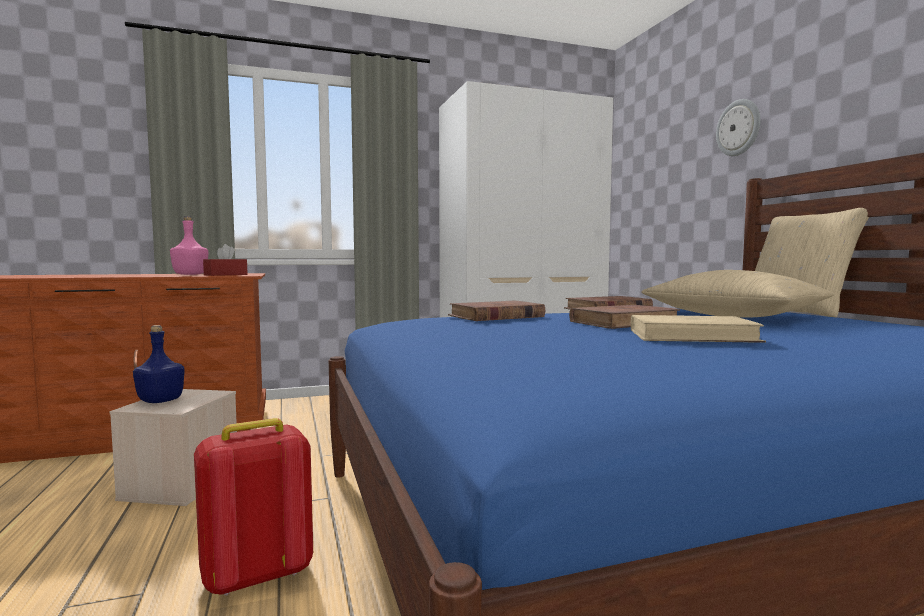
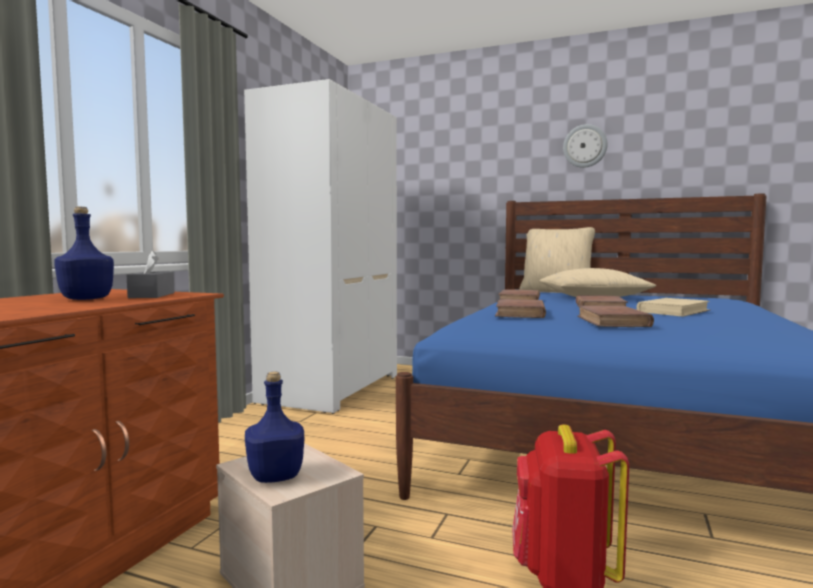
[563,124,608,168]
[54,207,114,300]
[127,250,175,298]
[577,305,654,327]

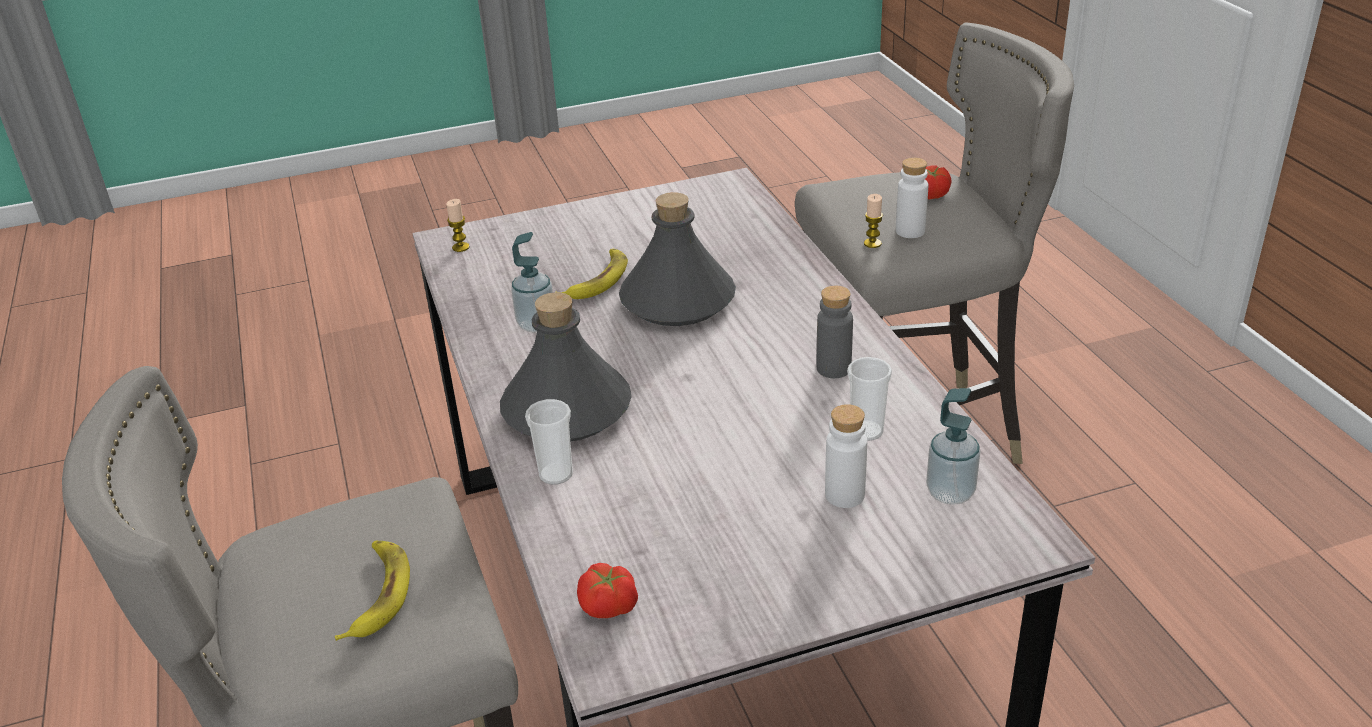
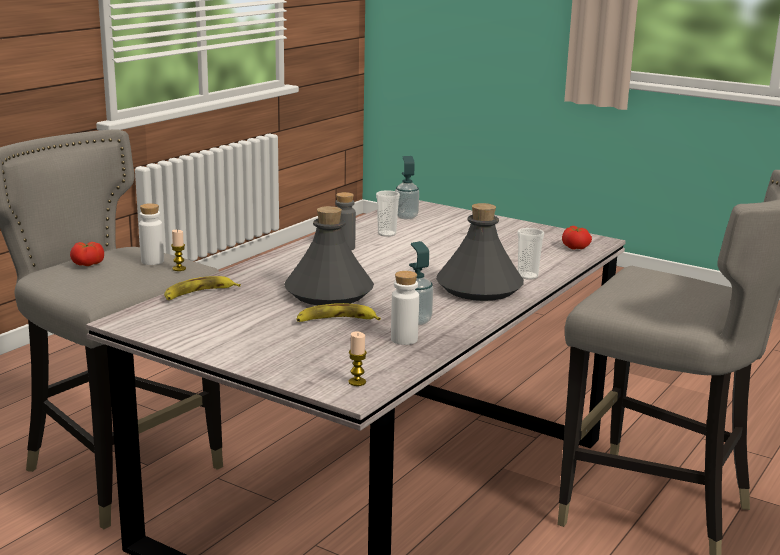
[391,271,419,345]
[164,276,241,300]

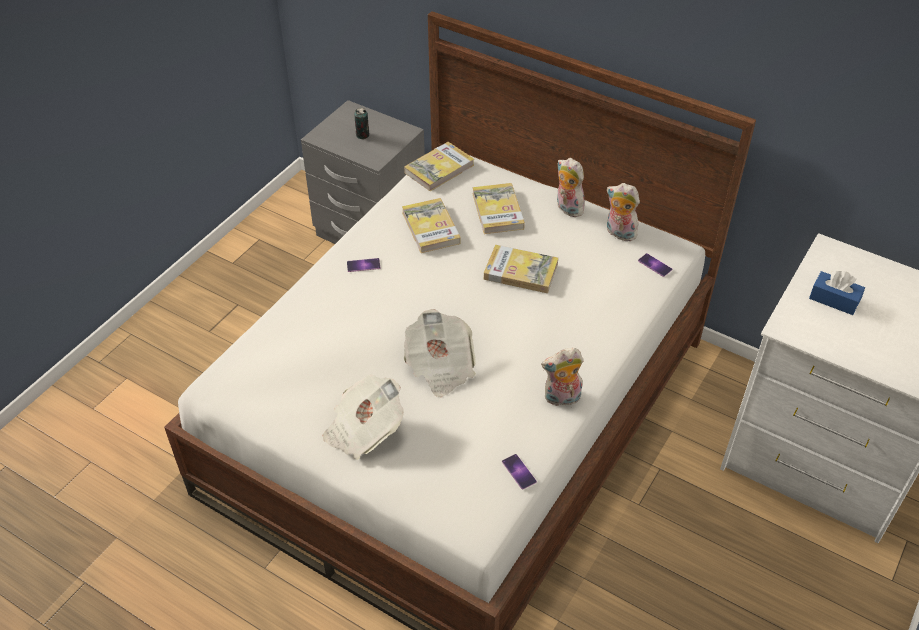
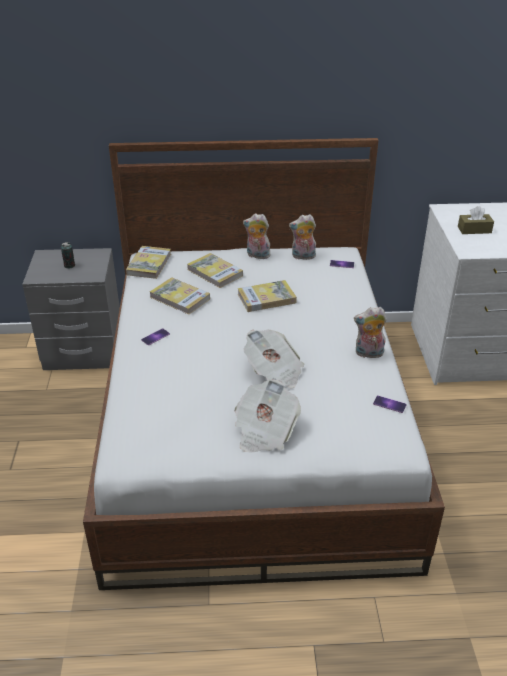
[458,206,494,234]
[354,307,387,358]

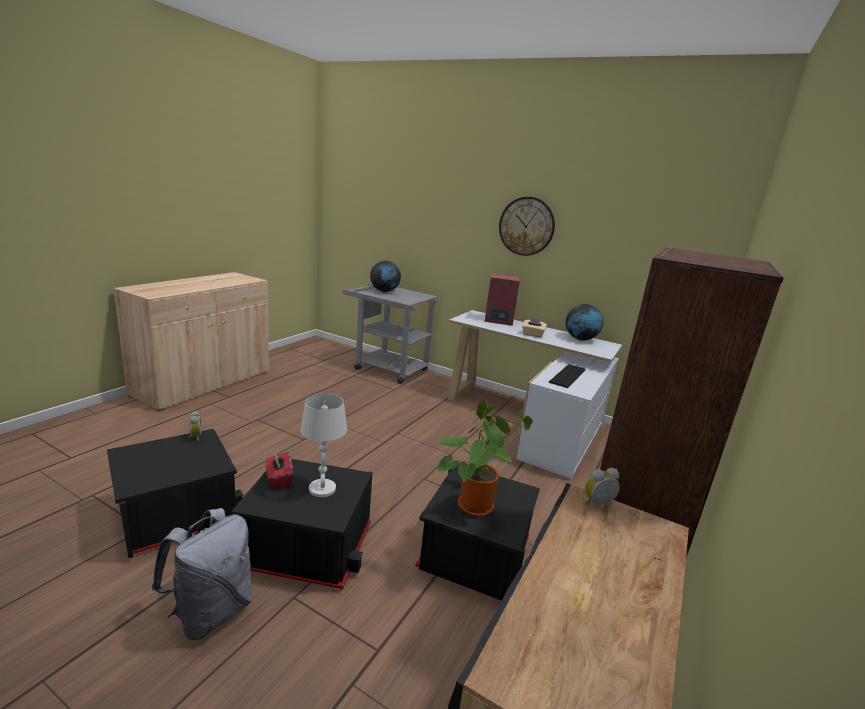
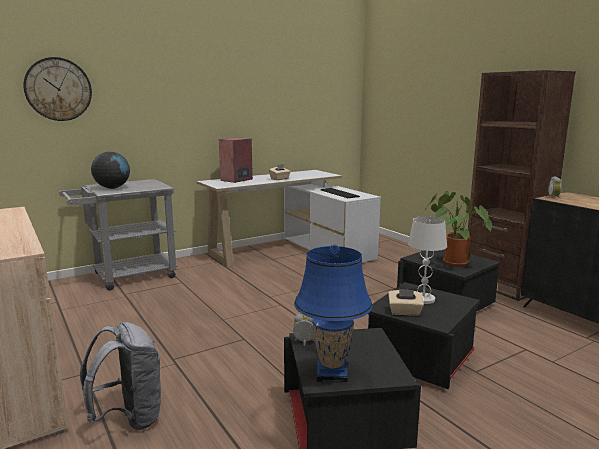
[24,57,92,121]
[566,304,603,341] (first image)
[388,289,424,316]
[80,322,162,430]
[294,244,373,382]

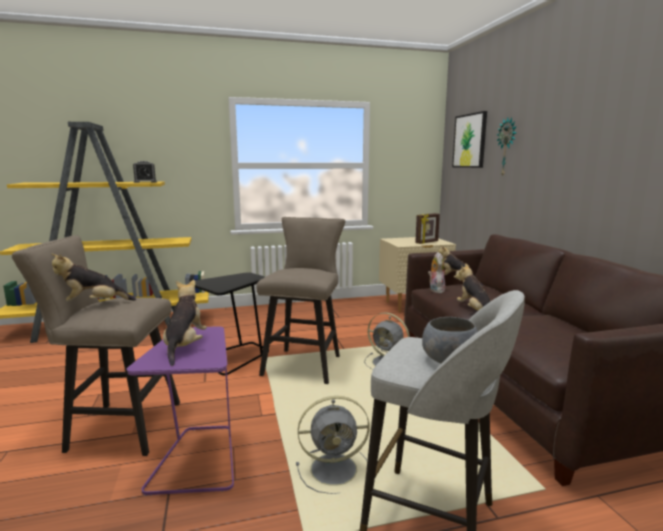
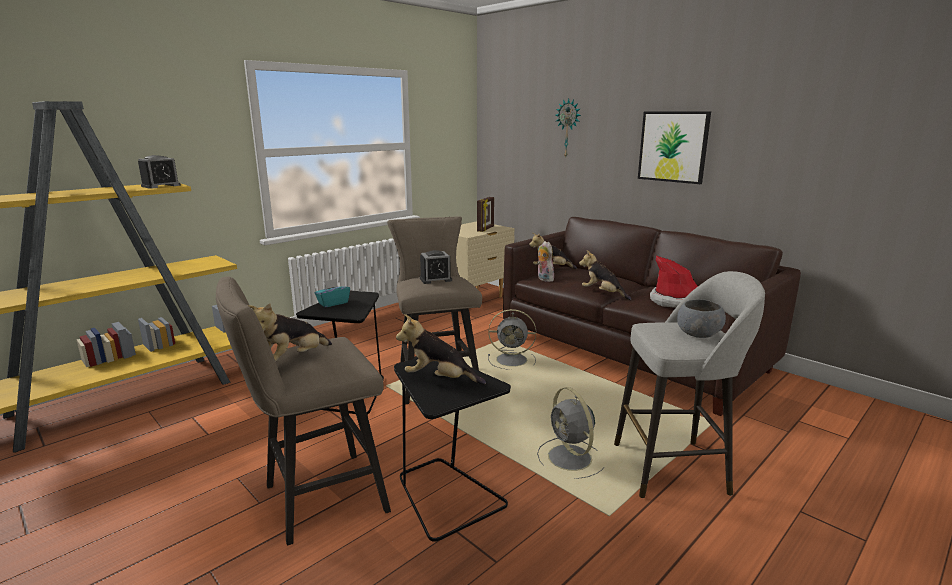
[638,111,711,184]
[396,314,486,385]
[394,358,511,542]
[537,387,604,479]
[420,250,452,284]
[650,256,698,308]
[315,279,350,307]

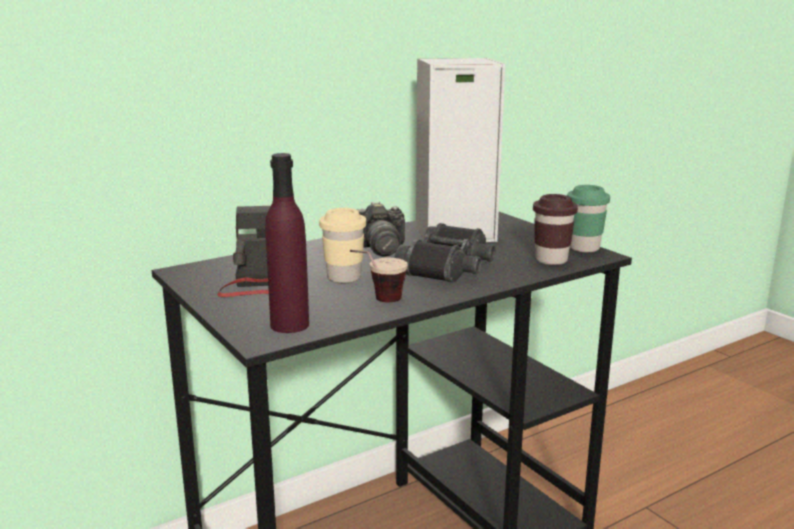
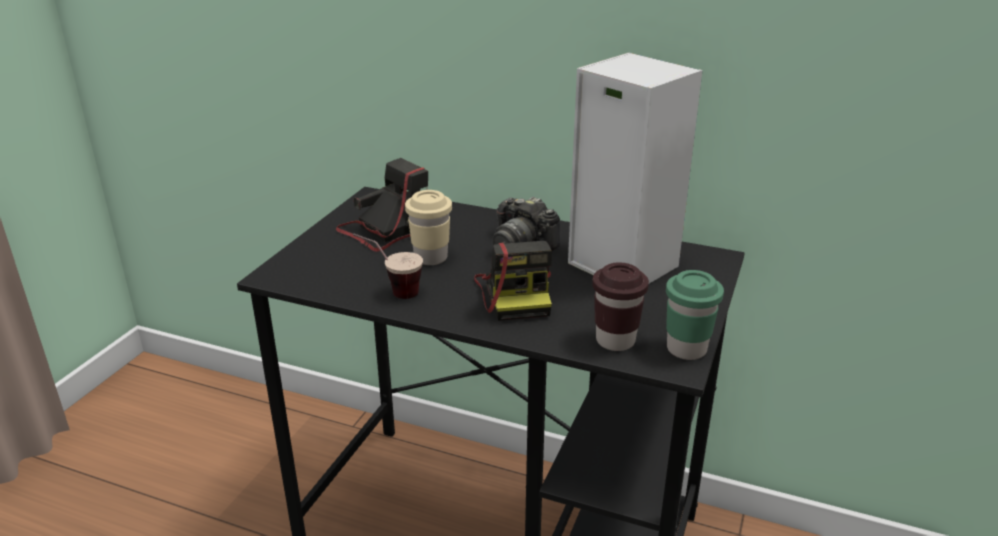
[265,153,309,333] (first image)
[474,241,552,321]

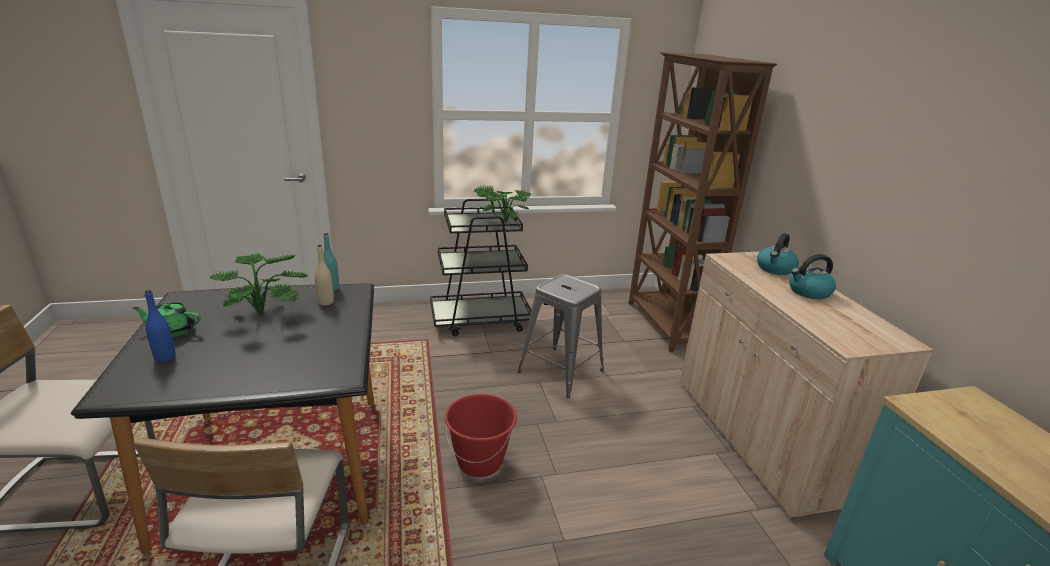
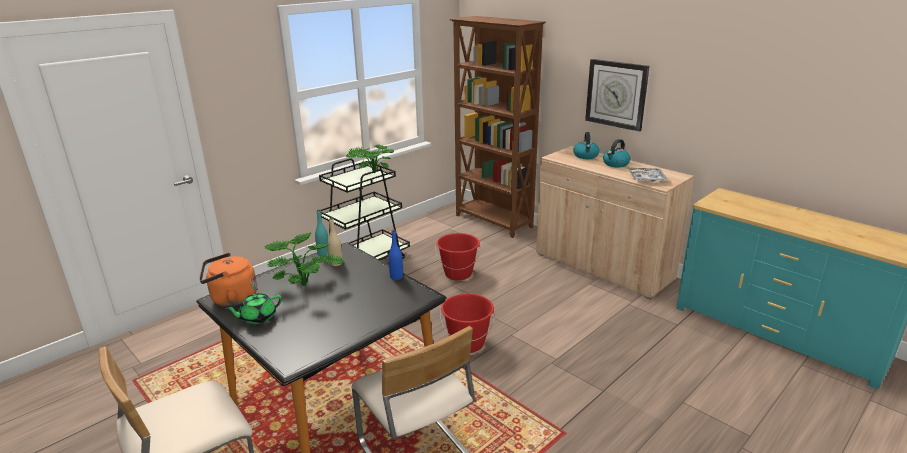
[435,233,481,280]
[388,230,403,280]
[585,59,649,132]
[628,168,669,181]
[199,253,257,307]

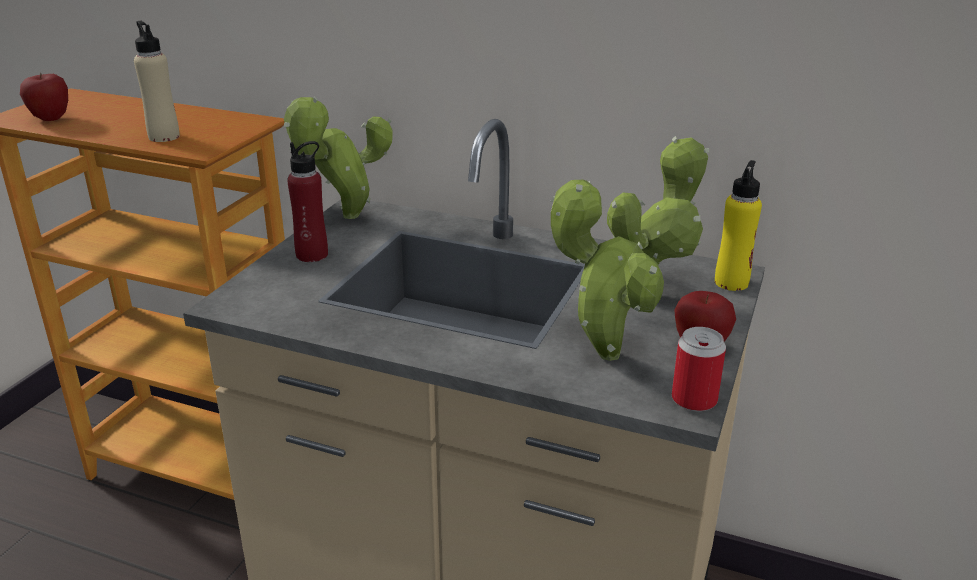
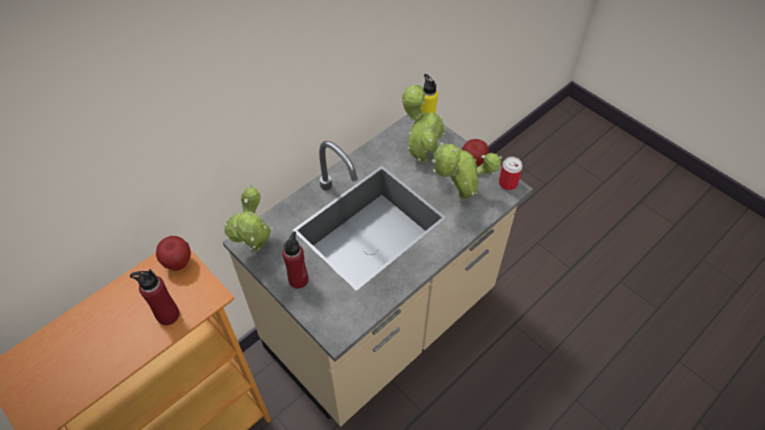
[130,269,180,325]
[156,236,191,271]

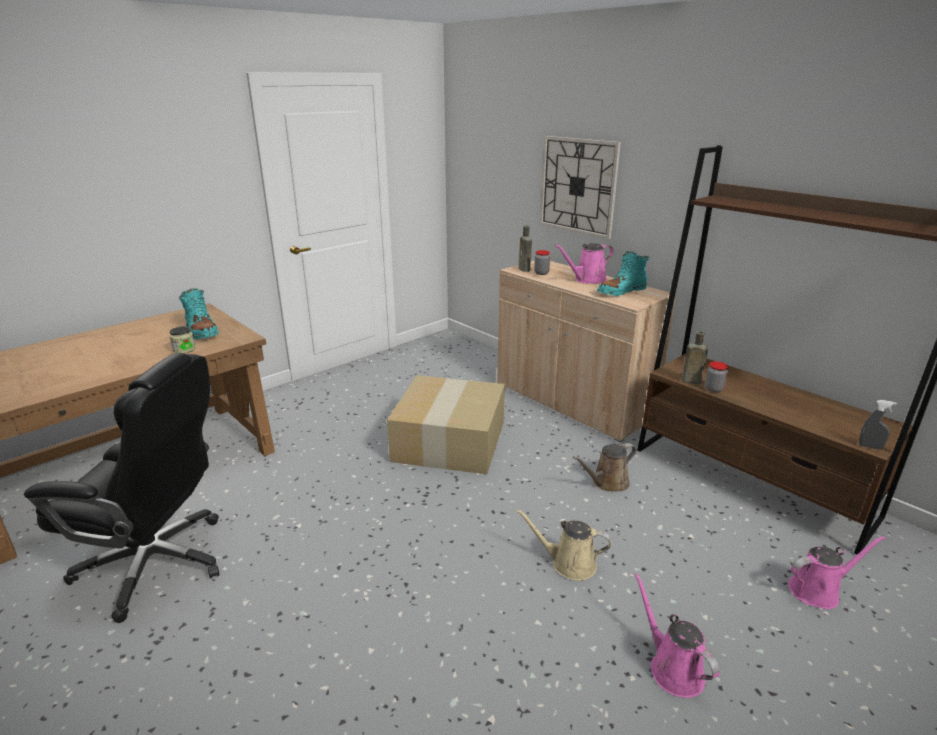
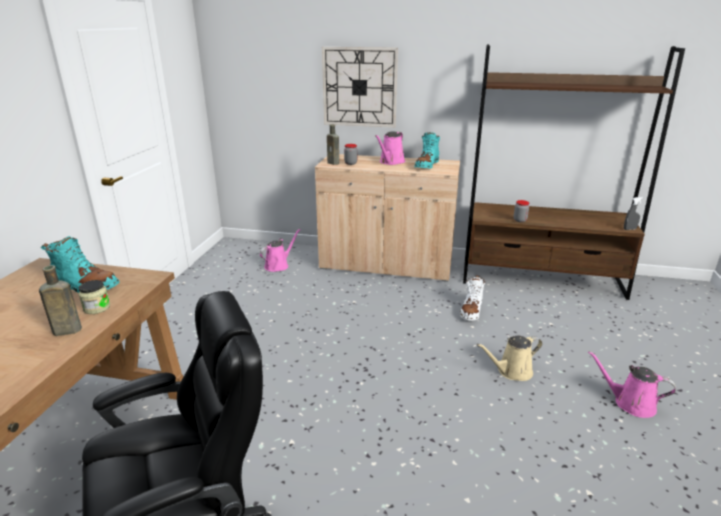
[39,265,82,336]
[387,375,505,474] (first image)
[460,276,485,321]
[260,229,301,272]

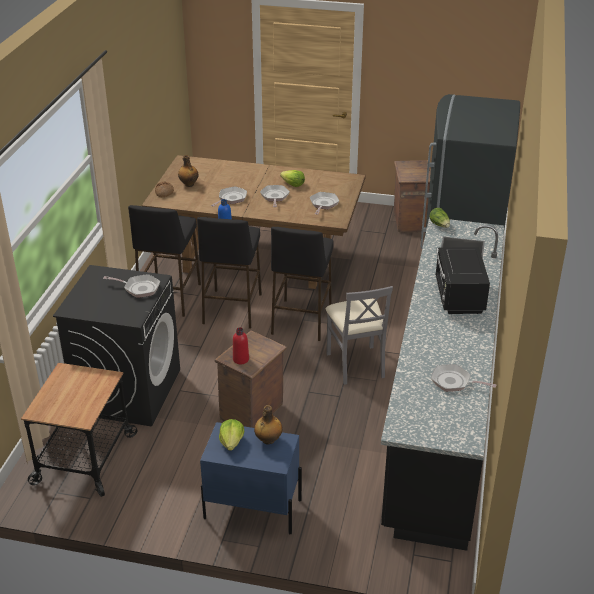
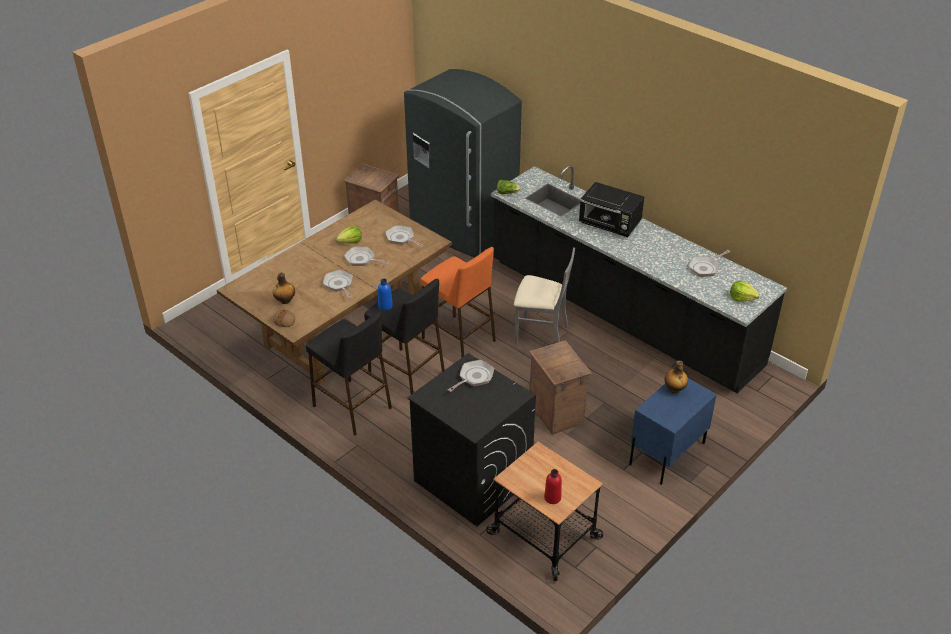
[420,247,496,358]
[544,469,562,504]
[730,280,760,302]

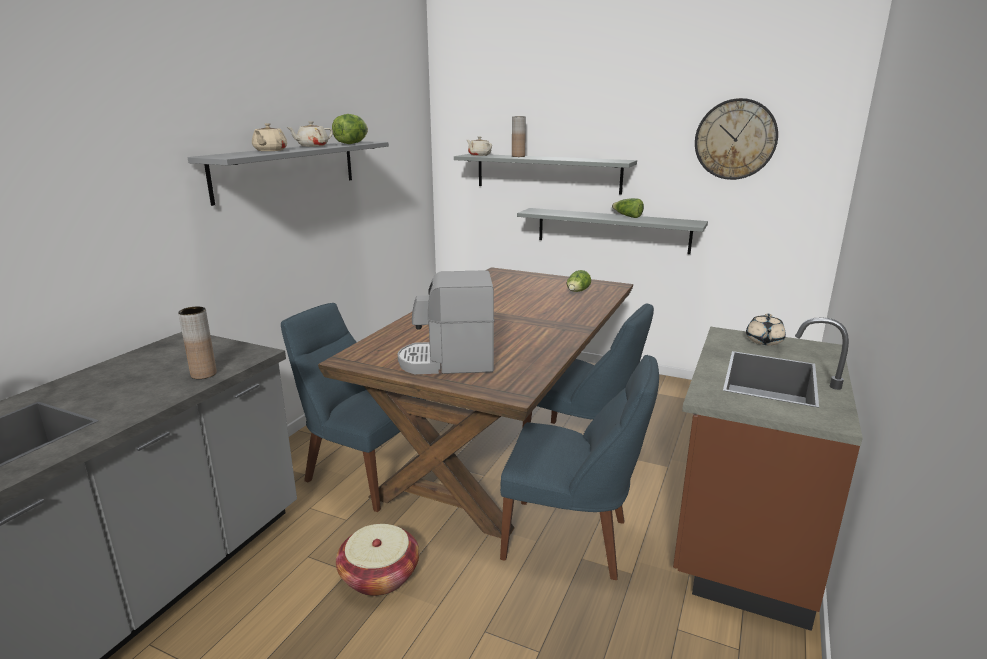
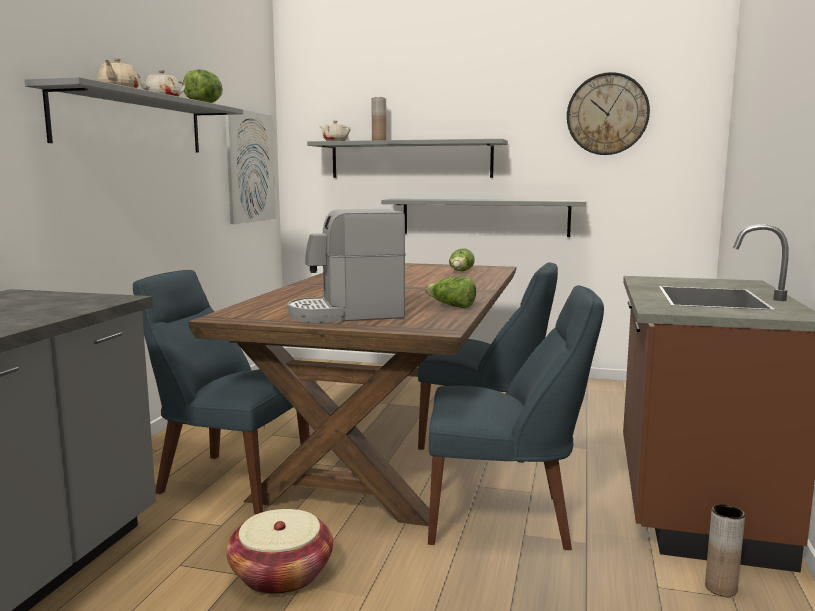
[425,277,476,308]
[705,504,745,597]
[746,314,786,345] (first image)
[225,110,276,224]

